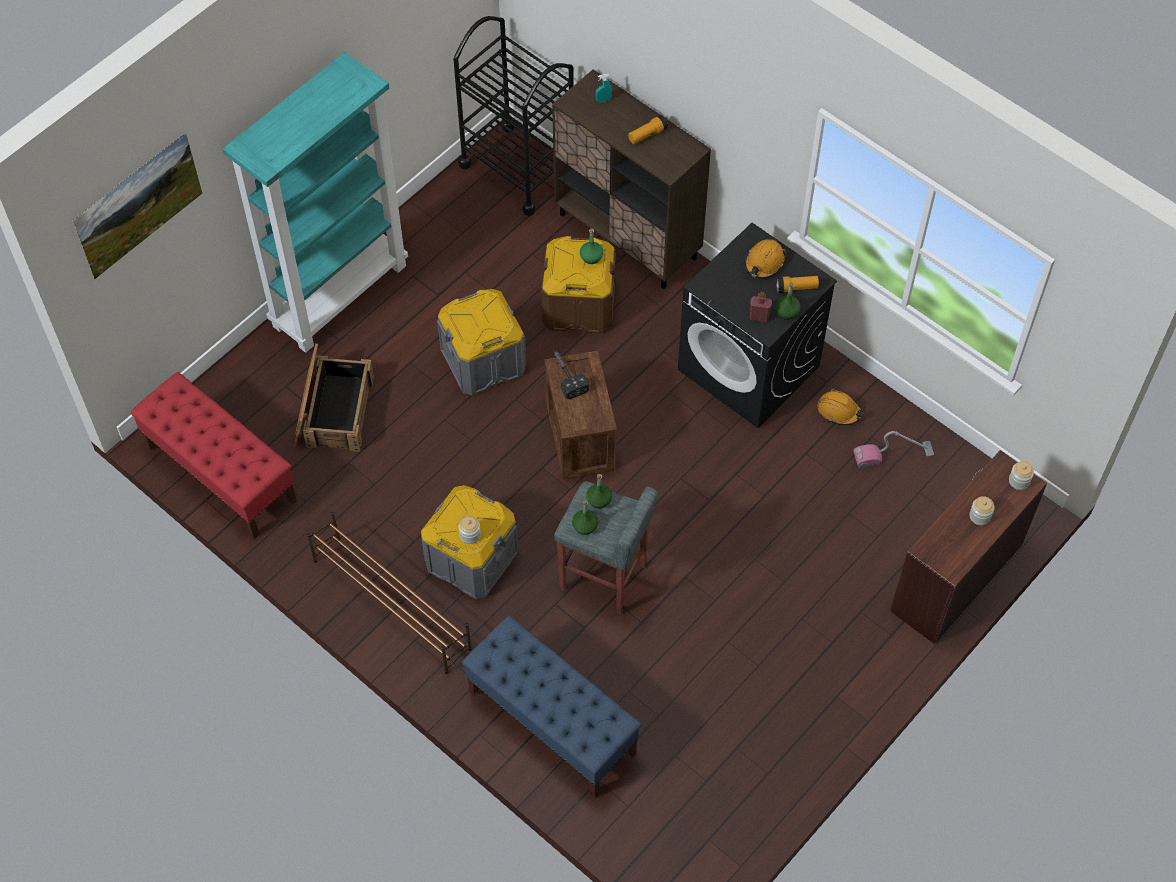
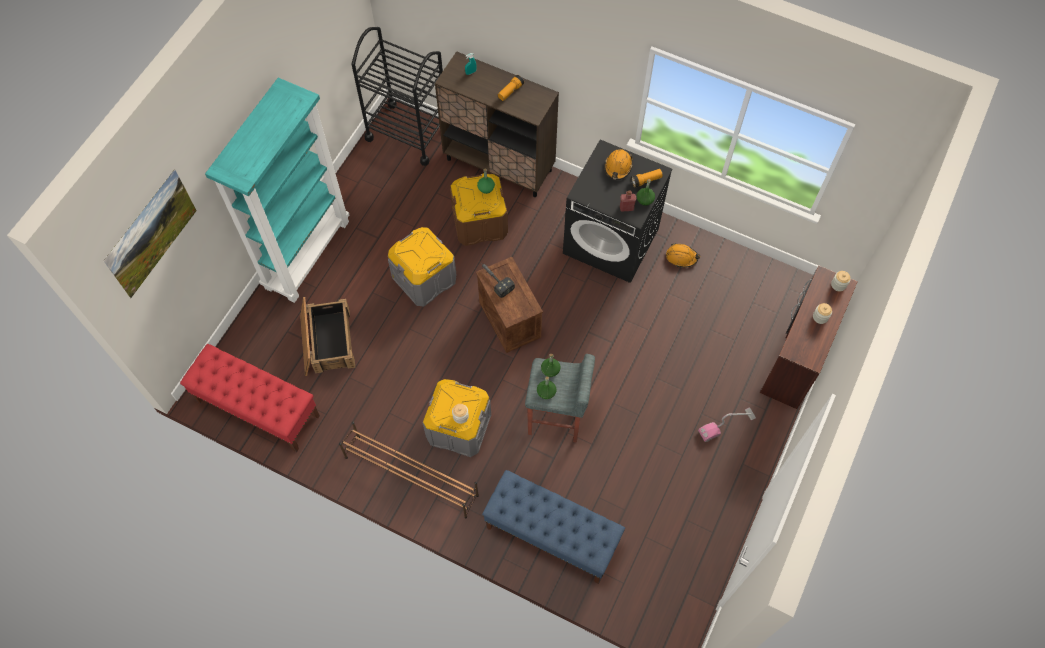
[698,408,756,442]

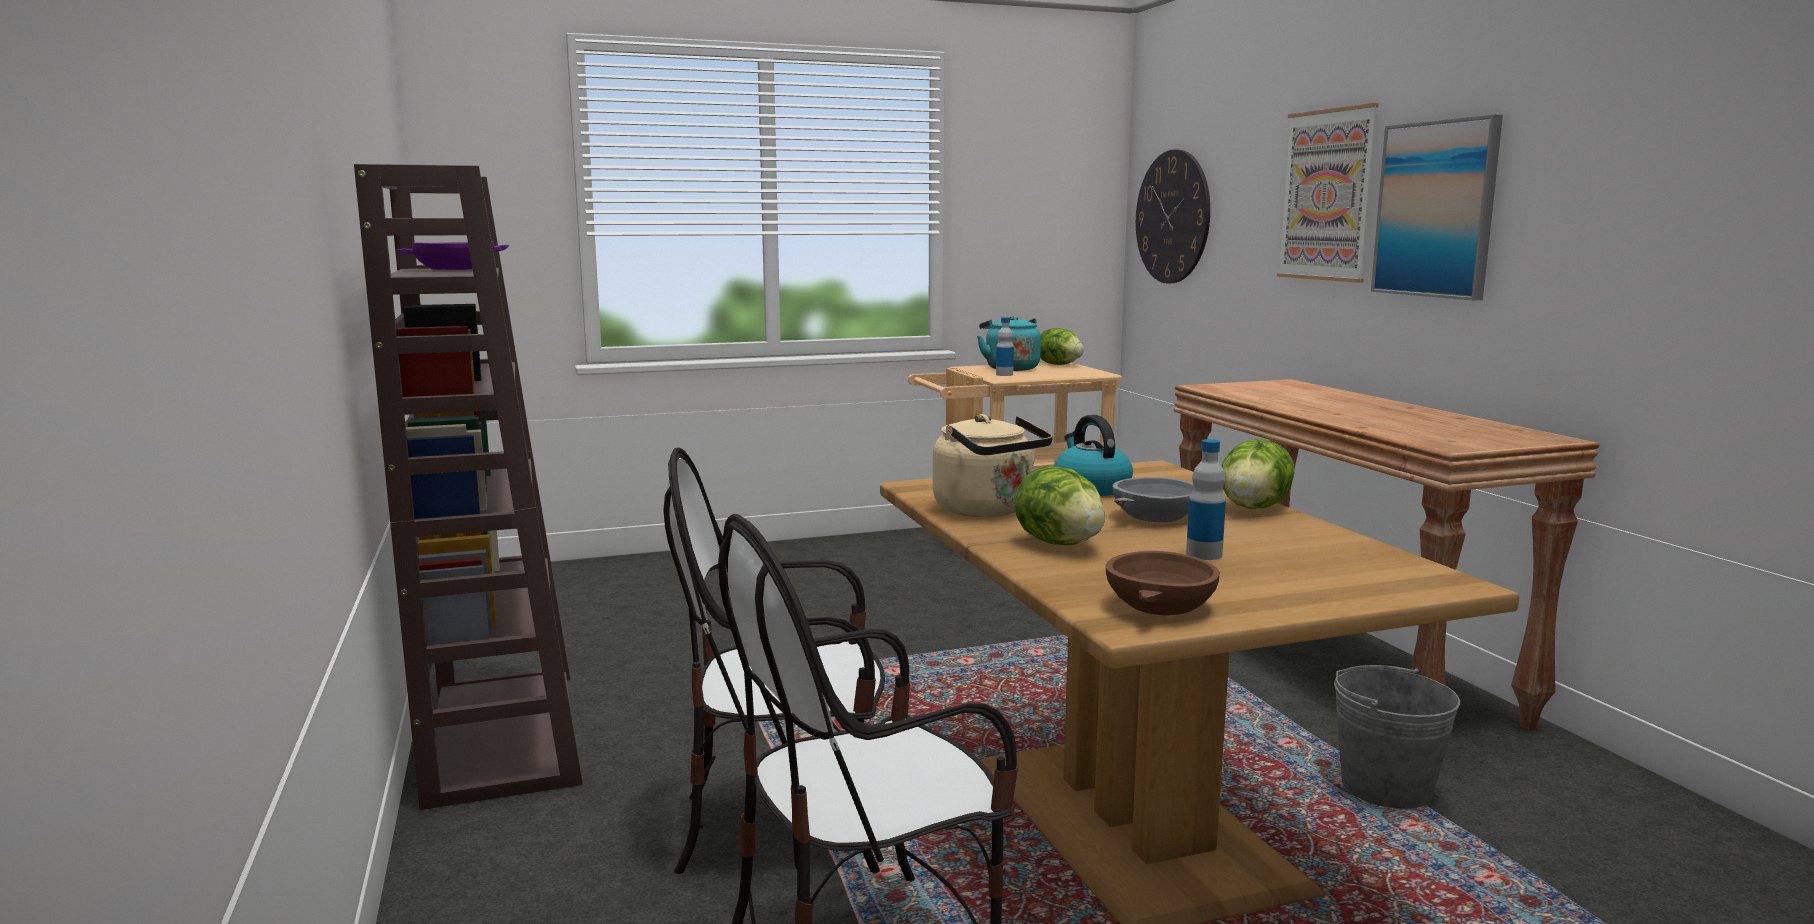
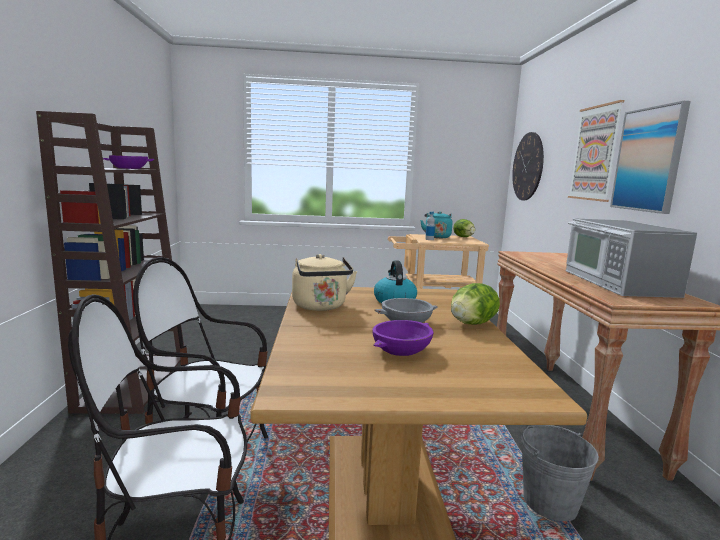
[372,320,433,356]
[1014,466,1105,545] (first image)
[1106,551,1220,615] (first image)
[565,218,697,298]

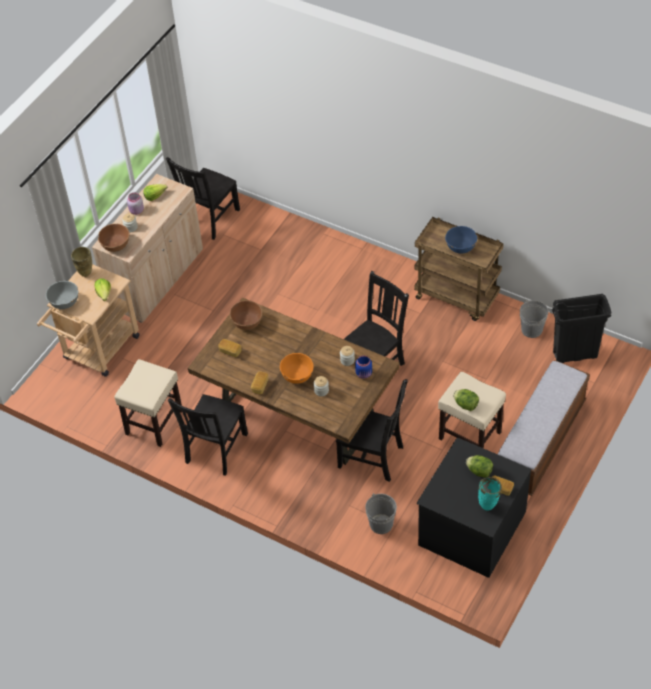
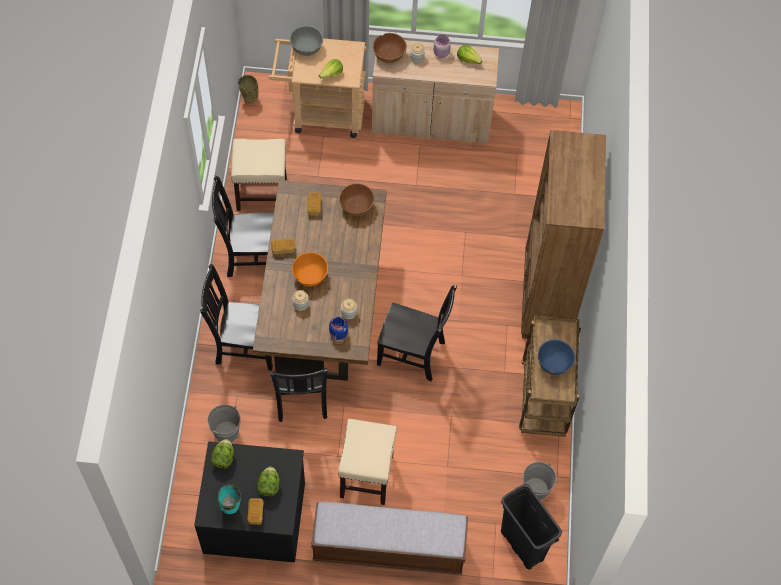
[200,264,273,371]
[238,75,259,103]
[211,439,234,469]
[521,130,606,339]

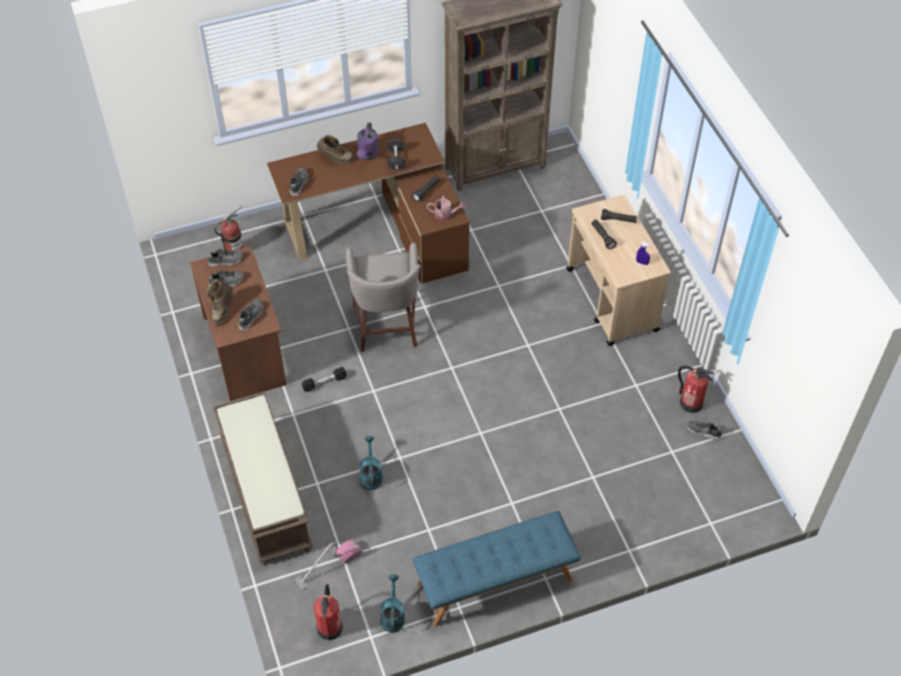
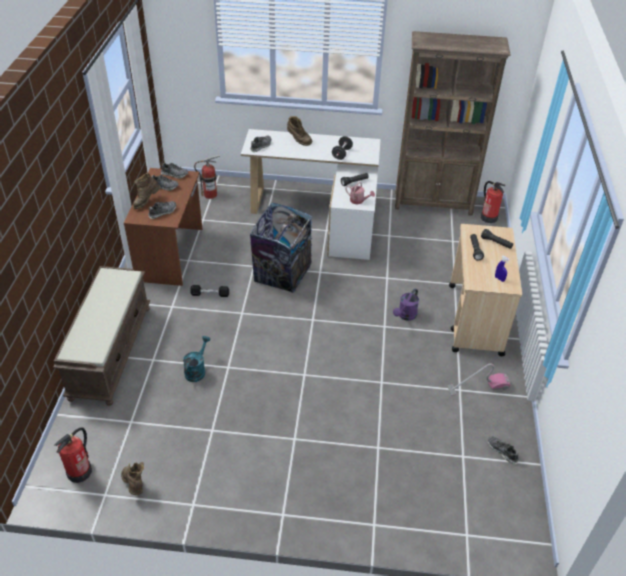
[393,289,419,321]
[241,129,381,260]
[250,203,312,293]
[481,181,506,223]
[413,511,581,627] (first image)
[448,364,510,396]
[121,462,144,495]

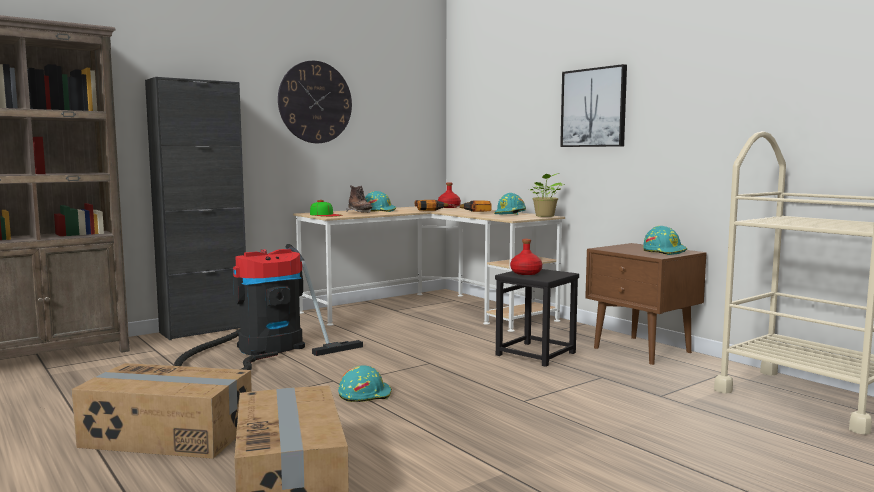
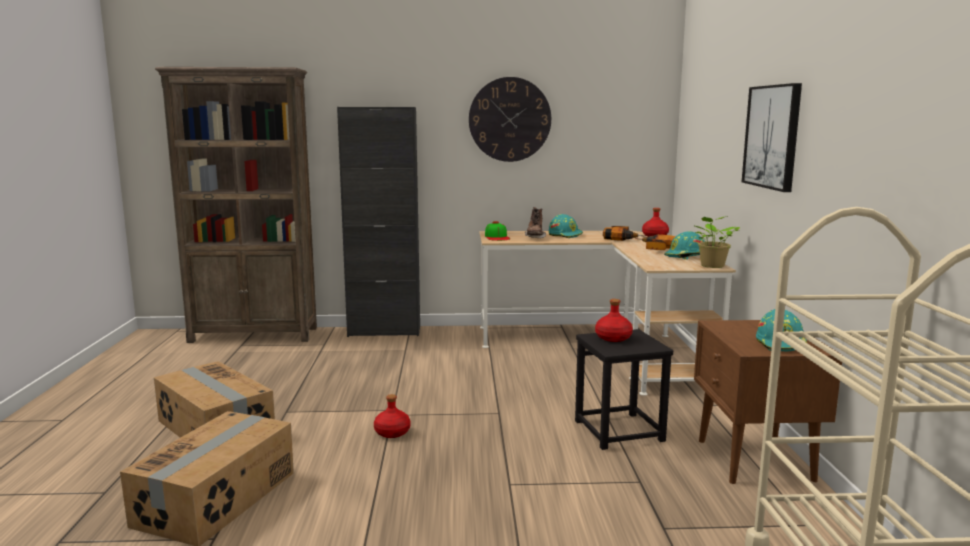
[174,244,363,370] (first image)
[374,394,411,438]

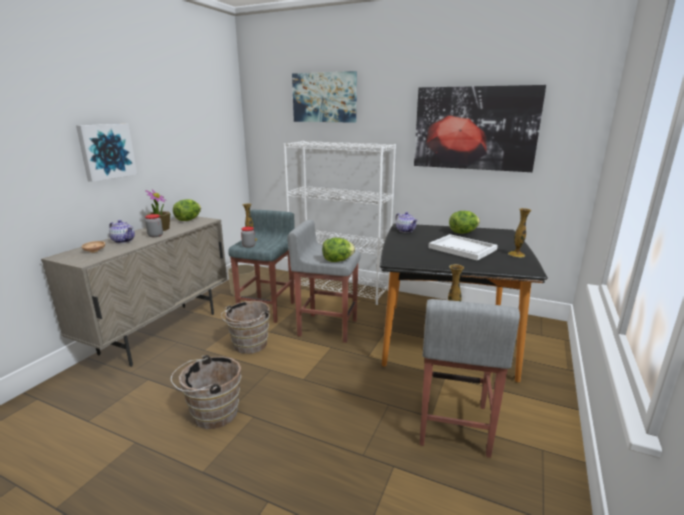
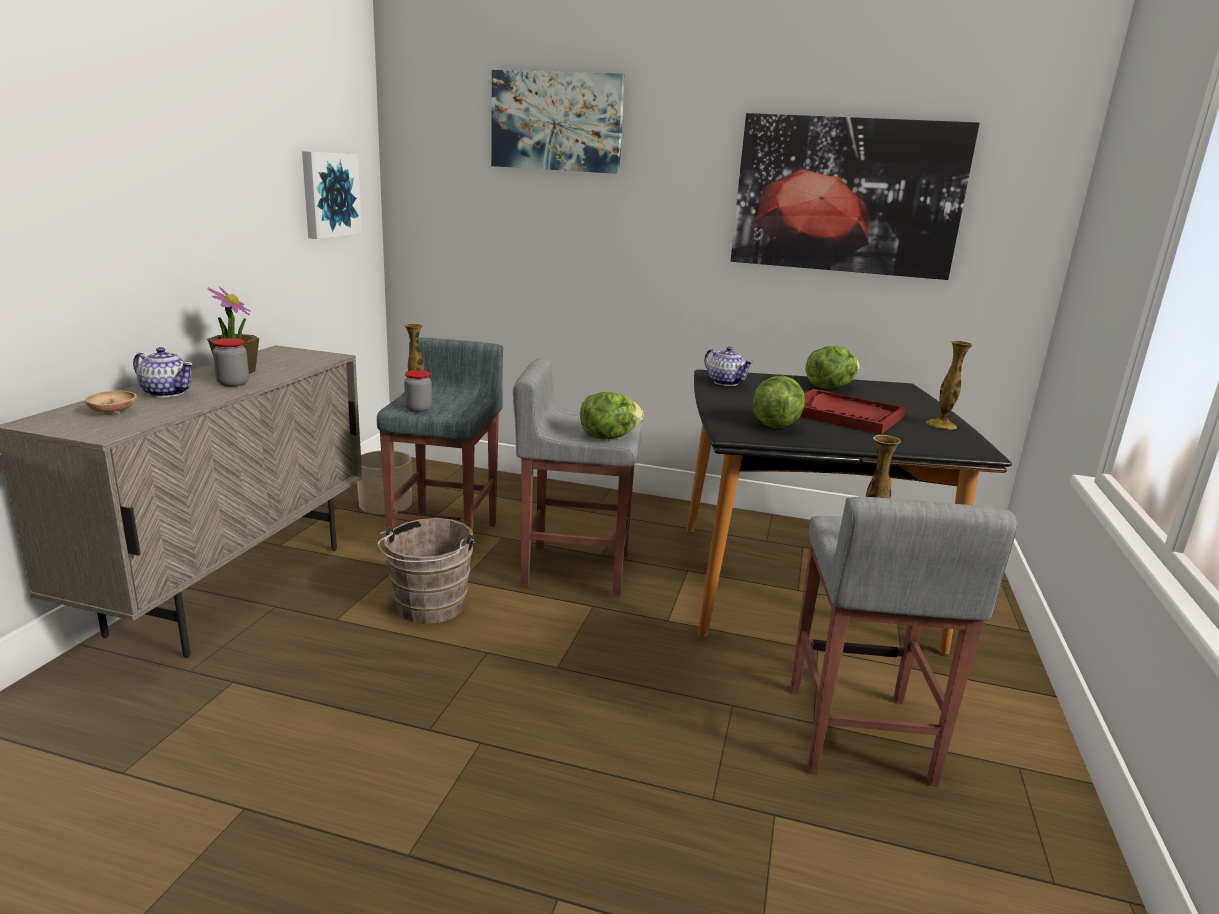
[302,151,362,239]
[283,141,396,305] (first image)
[753,376,805,428]
[801,389,906,434]
[171,355,241,429] (first image)

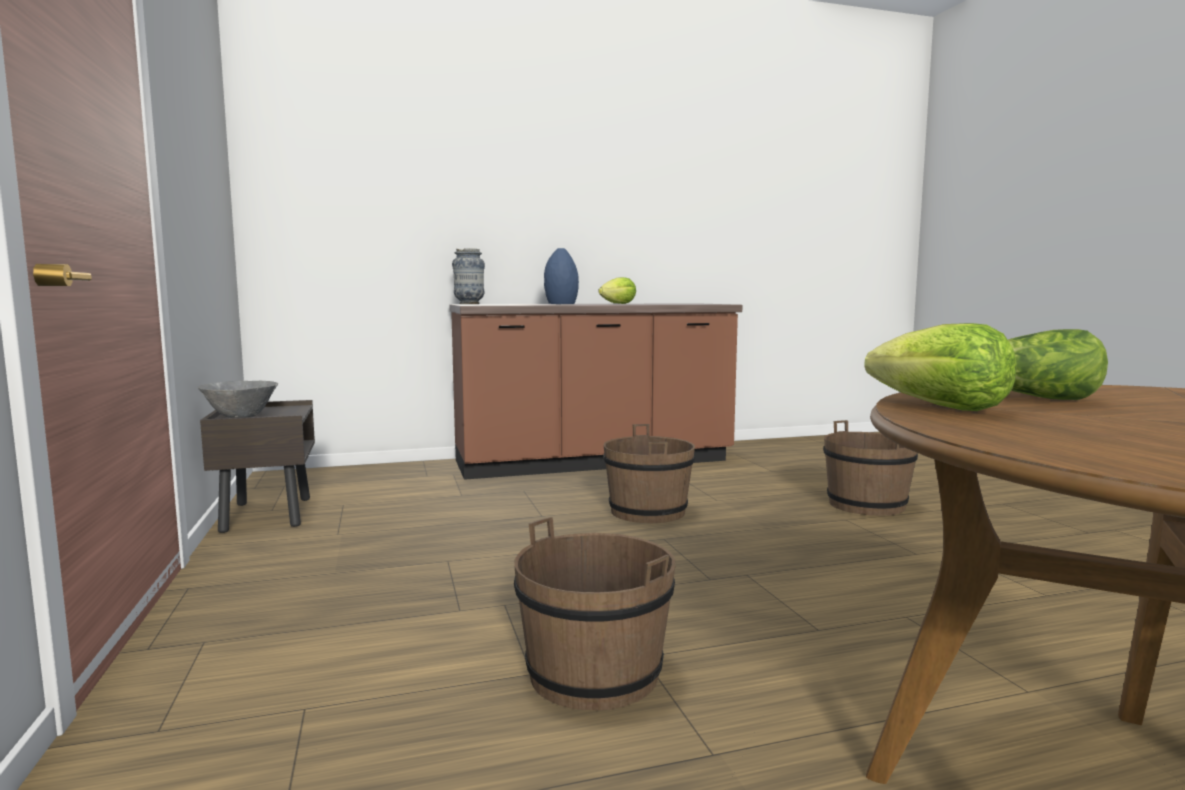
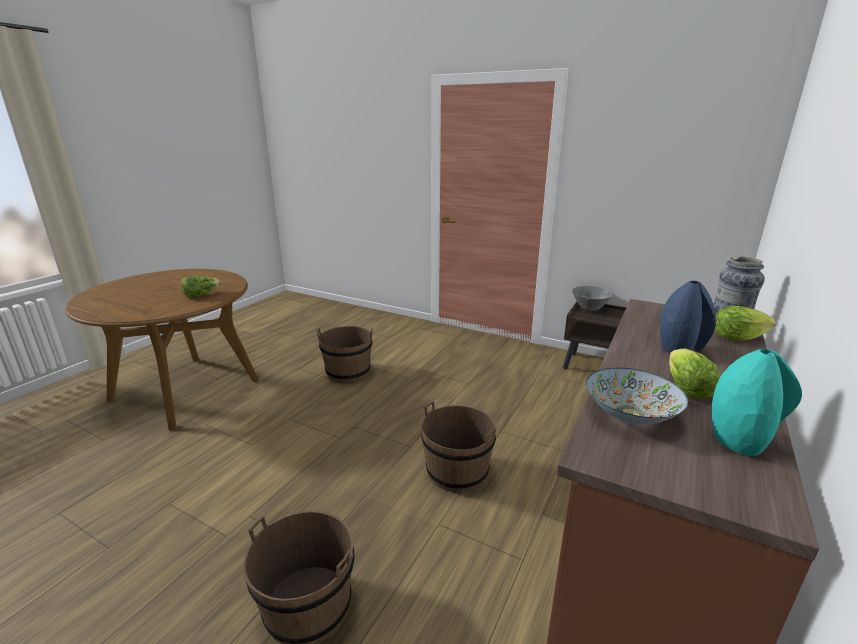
[715,306,776,341]
[712,349,802,456]
[586,368,688,425]

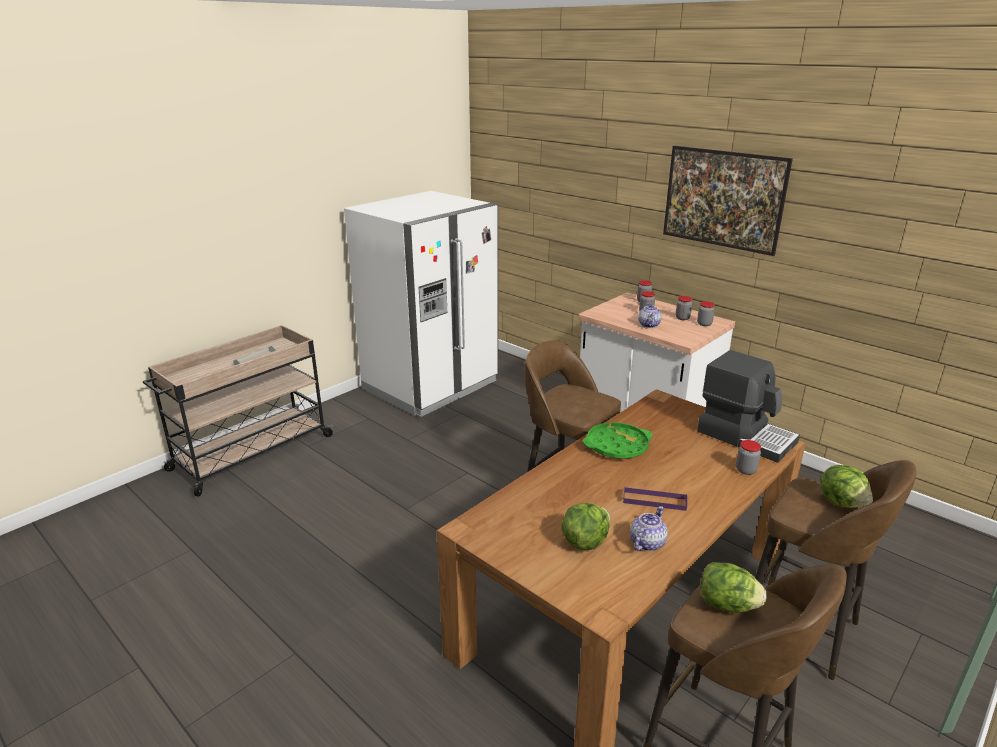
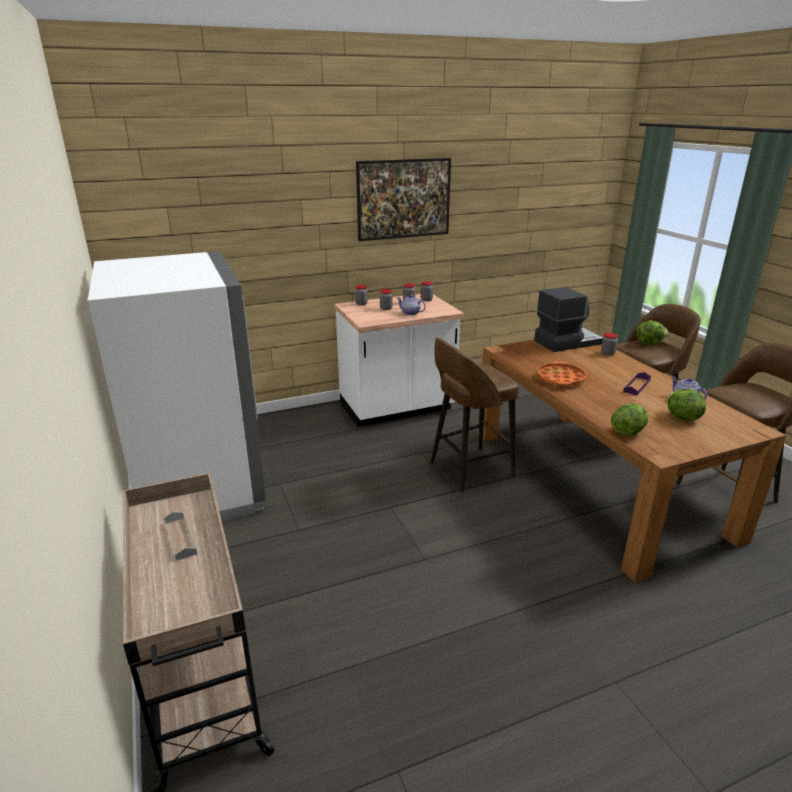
[537,361,587,386]
[611,403,648,436]

